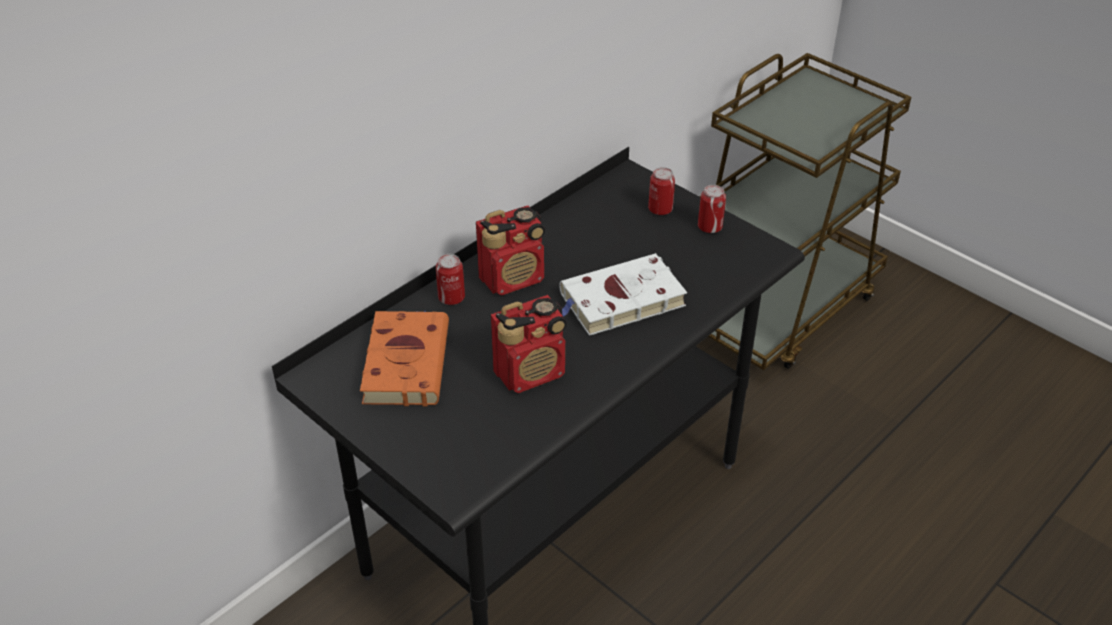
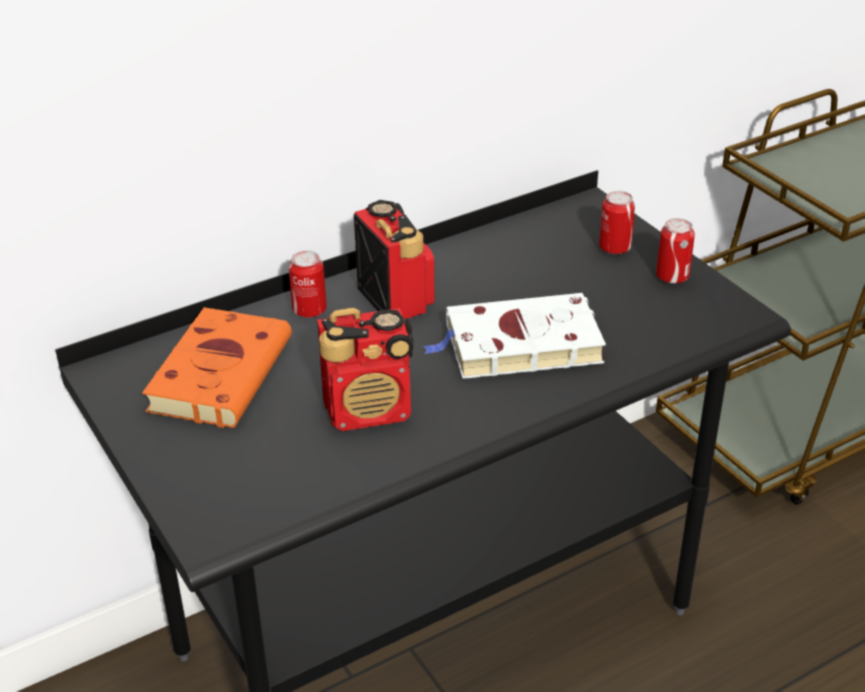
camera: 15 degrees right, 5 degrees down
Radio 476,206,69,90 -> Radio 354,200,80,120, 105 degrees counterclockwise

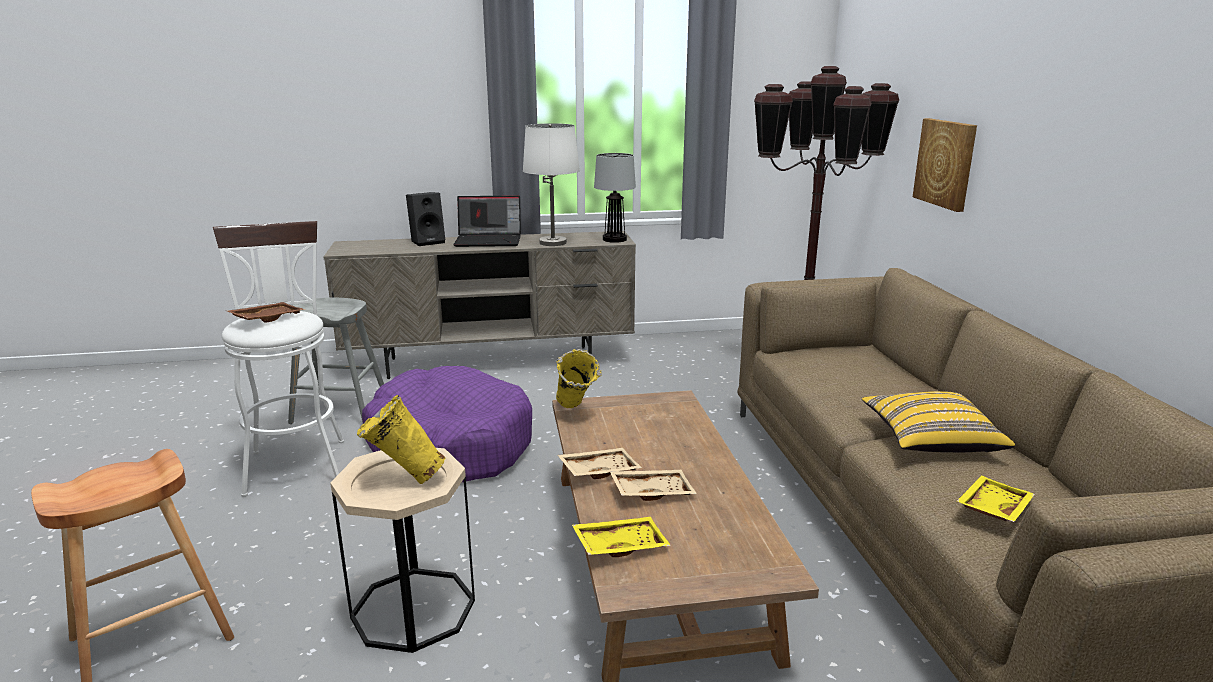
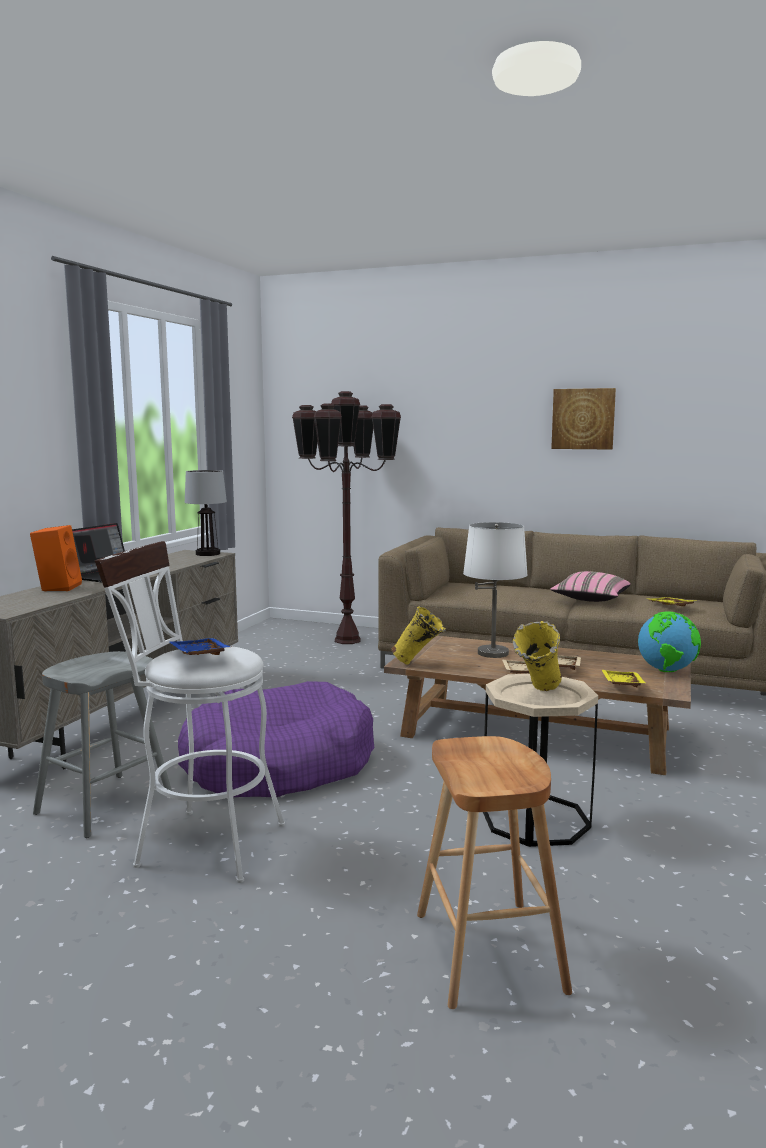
camera: 60 degrees left, 10 degrees down
Bild 913,118,64,94 -> Bild 551,388,65,62, moved
Tischlampe [weiß] 523,123,57,123 -> Tischlampe [weiß] 463,522,65,136, moved
Lautsprecher [schwarz] 406,192,39,54 -> Lautsprecher [orange] 30,525,52,66
Tablett [braun] 227,302,78,21 -> Tablett [blau] 170,638,61,17
Kissen [gelb] 862,391,153,61 -> Kissen [rosa] 550,571,81,31
none -> Globus 638,611,63,61

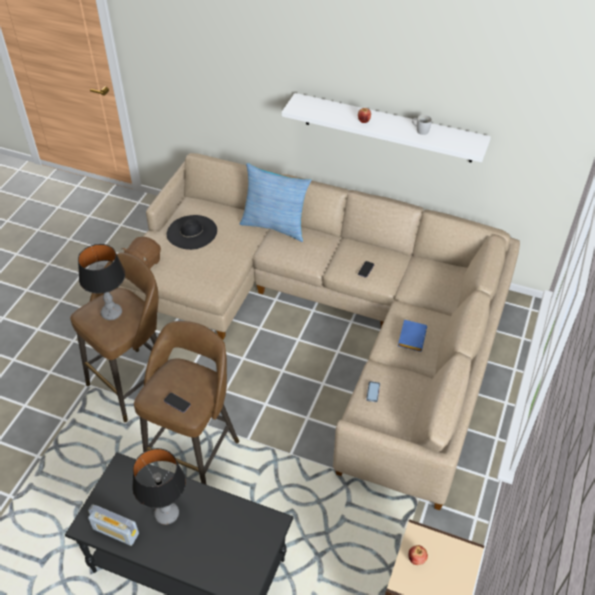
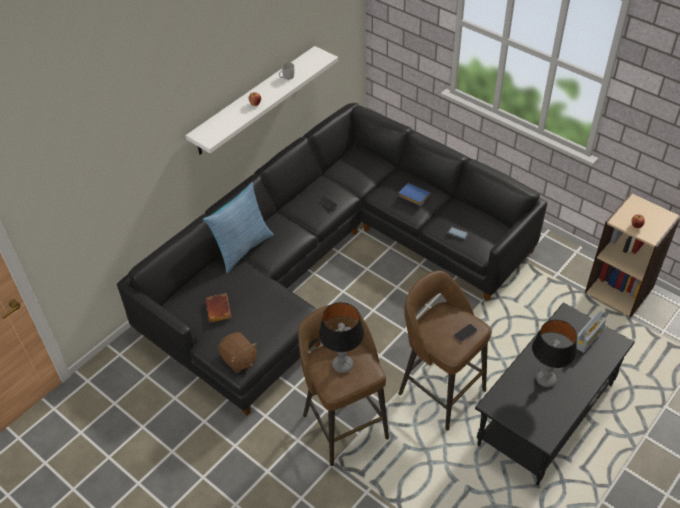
camera: 70 degrees left, 0 degrees up
Sofa [beige] 119,153,401,357 -> Sofa [schwarz] 117,103,431,312
Hut [schwarz] 167,215,50,35 -> Buch [braun] 205,293,26,30
Radio 88,504,51,42 -> Radio 576,311,30,42, moved

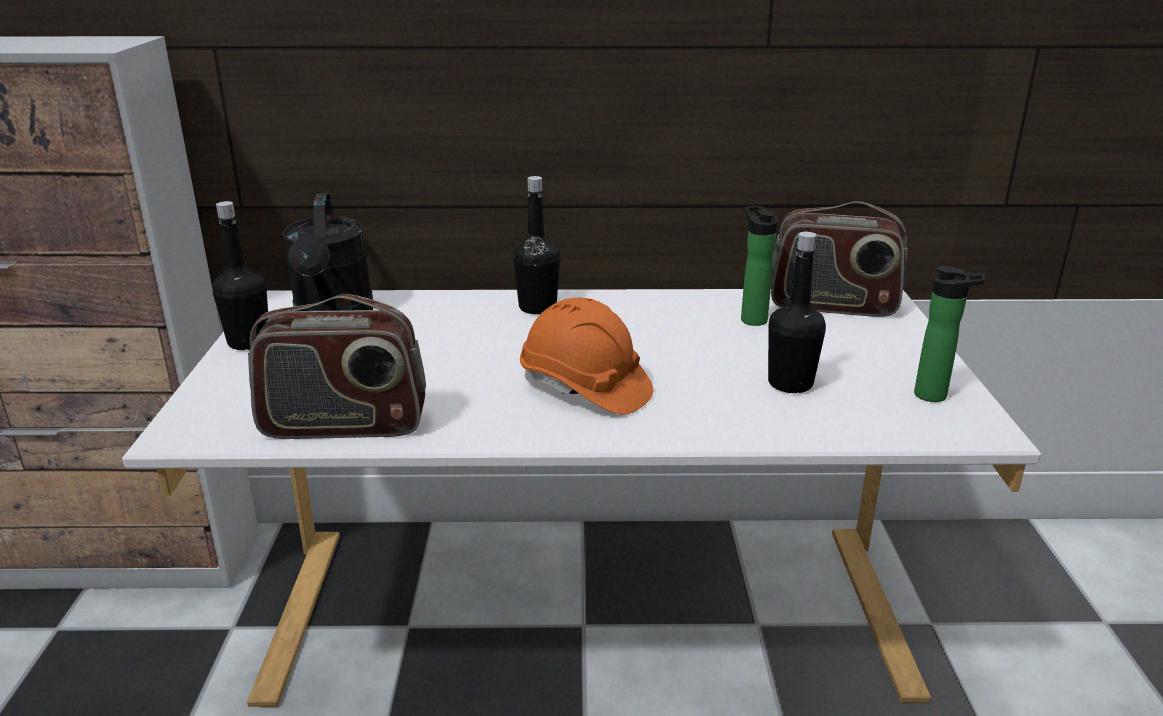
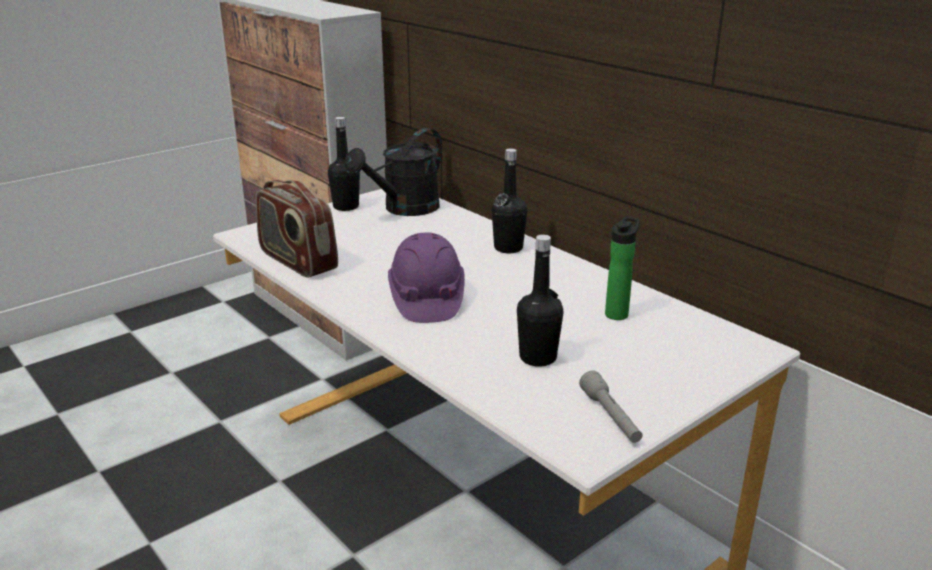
camera: 50 degrees right, 0 degrees up
Radio 771,201,136,116 -> none
Flasche 914,266,71,136 -> Taschenlampe [grau] 579,370,63,73
Schutzhelm [orange] 520,298,133,117 -> Schutzhelm [lila] 388,233,77,90

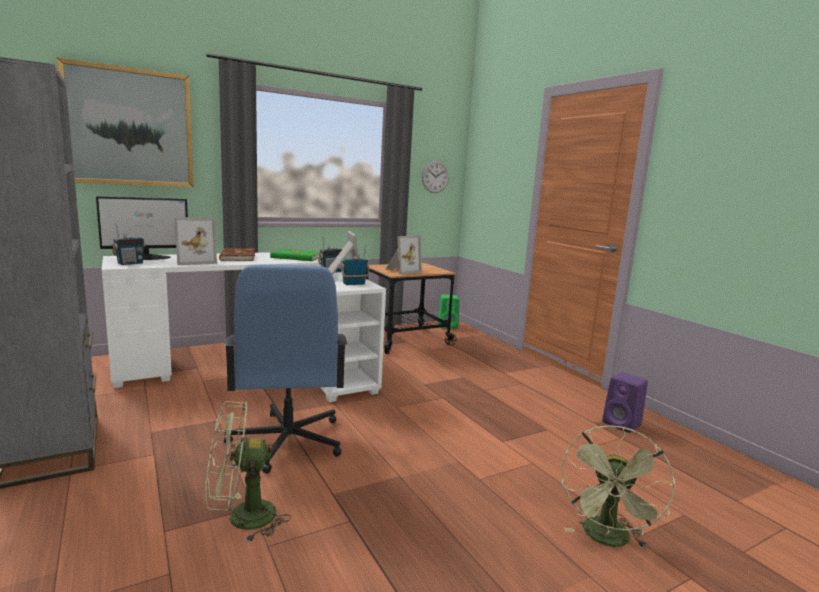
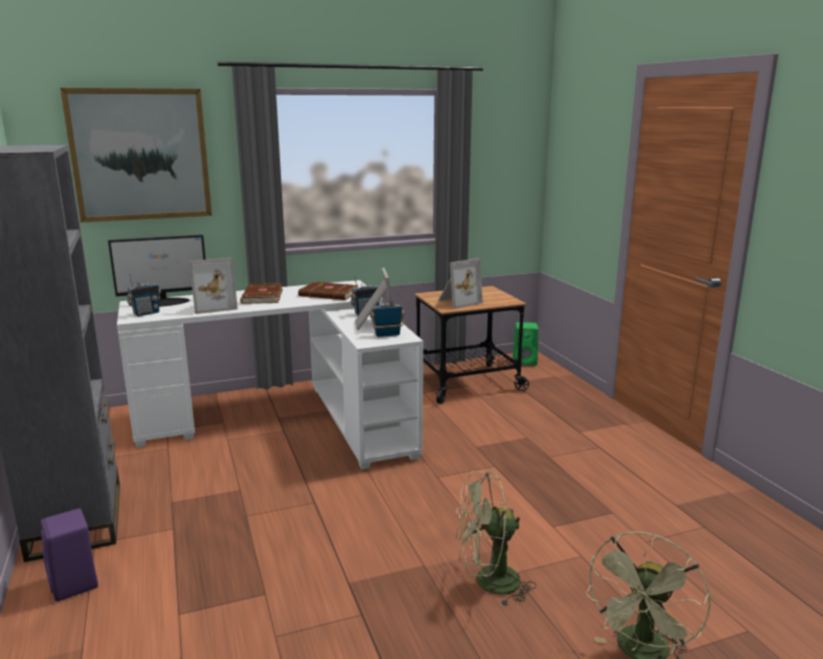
camera: 10 degrees right, 5 degrees up
Wanduhr 422,160,27,33 -> none
Buch [grün] 270,248,50,13 -> Buch [braun] 298,282,61,18
Bürostuhl [blau] 224,264,123,210 -> none
Lautsprecher [lila] 602,372,46,61 -> Lautsprecher [lila] 41,508,57,94, moved
Ventilator [grün] 205,401,86,142 -> Ventilator [grün] 456,471,80,135, moved

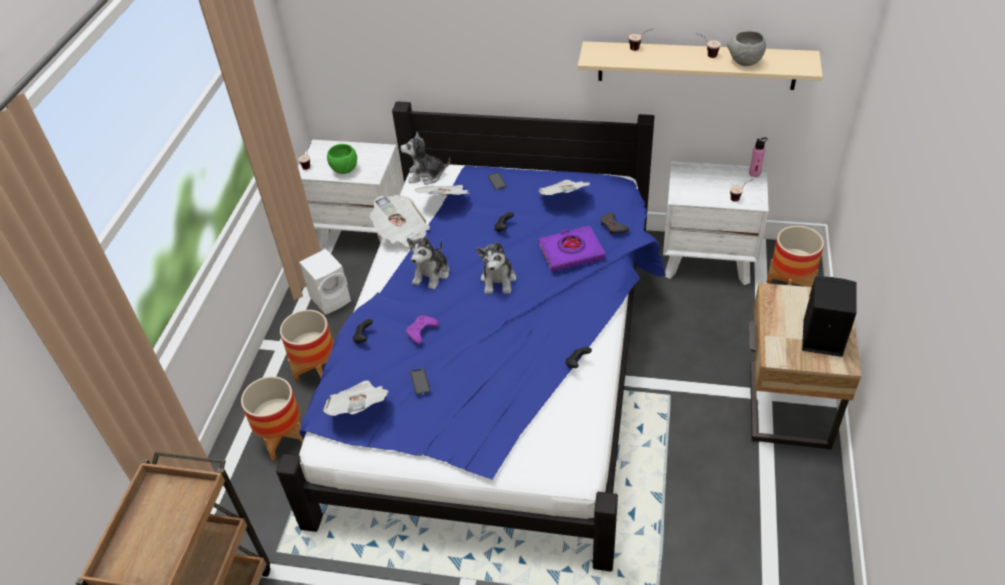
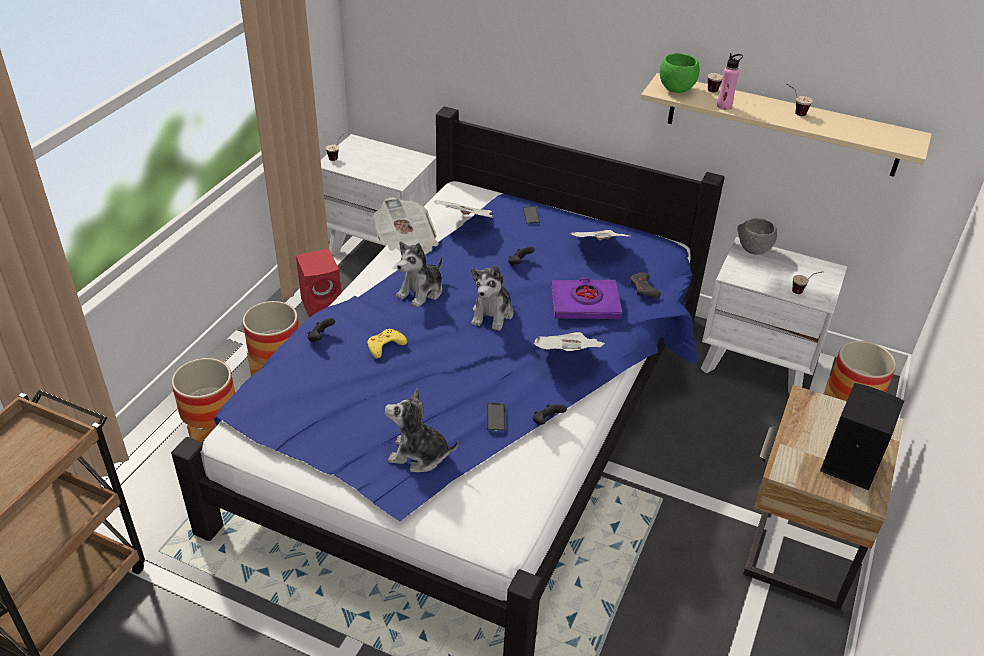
camera: 10 degrees right, 5 degrees down
Schüssel [grau] 727,30,39,36 -> Schüssel [grau] 737,218,40,37, moved
Plüschtier 400,132,50,53 -> Plüschtier 385,389,74,83, moved
Flasche [rosa] 749,138,18,39 -> Flasche [rosa] 717,53,26,57, moved
Schüssel [grün] 327,144,30,30 -> Schüssel [grün] 660,53,40,40, moved
Lautsprecher [weiß] 299,249,52,66 -> Lautsprecher [rot] 296,249,46,69
Gamepad [lila] 406,316,33,29 -> Gamepad [gelb] 367,329,40,30
Handy 410,368,21,27 -> Handy 487,403,18,29, moved
Zeitung 323,380,66,36 -> Zeitung 534,332,72,19, moved

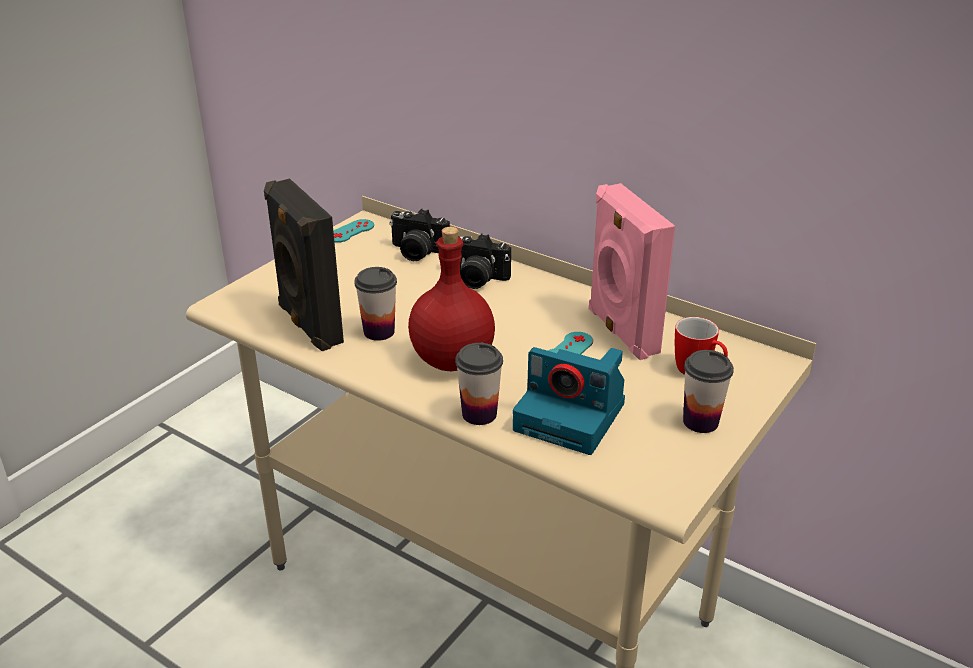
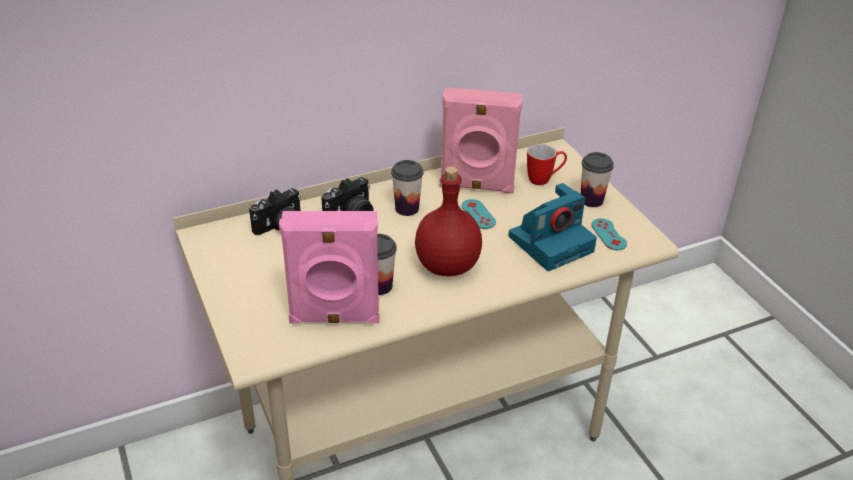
camera: 60 degrees left, 5 degrees up
Lautsprecher [schwarz] 264,178,80,173 -> Lautsprecher [rosa] 279,211,101,112
Gamepad [türkis] 333,219,41,24 -> Gamepad [türkis] 591,218,36,32, moved
Tasse 455,343,48,82 -> Tasse 391,160,33,56, moved

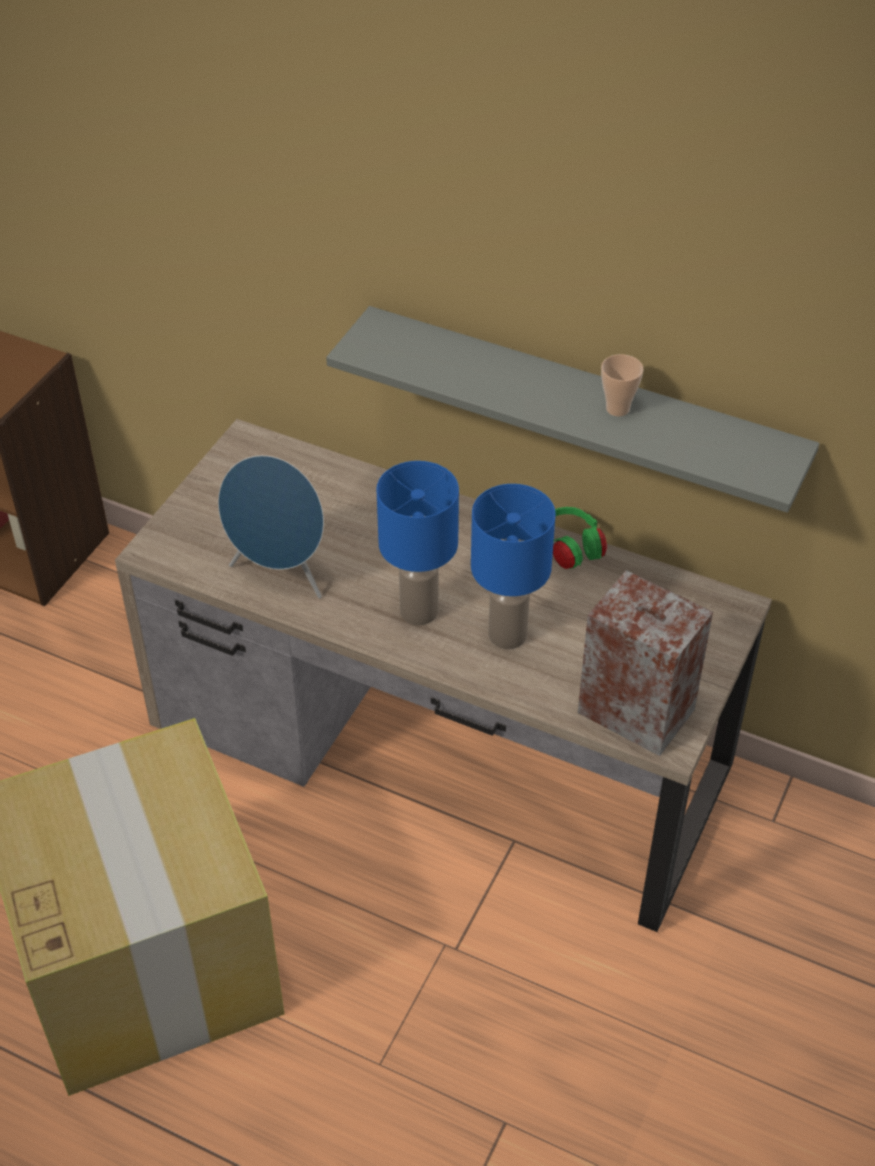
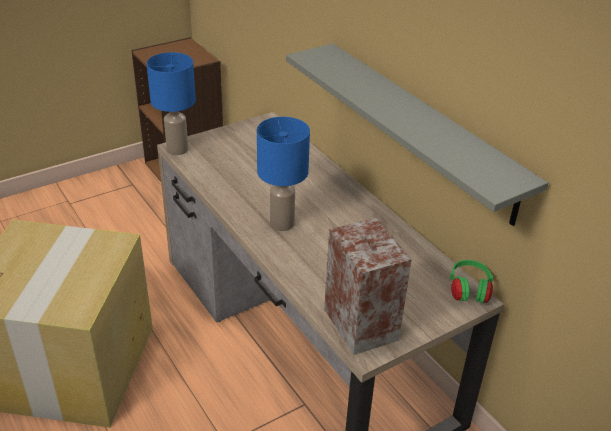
camera: 30 degrees right, 10 degrees down
Tasse 601,354,42,62 -> none
Lautsprecher [blau] 218,455,106,143 -> none
Tischlampe [blau] 471,484,85,165 -> Tischlampe [blau] 146,52,50,103, moved
Kopfhörer [grün] 553,507,54,62 -> Kopfhörer [grün] 450,260,43,43, moved

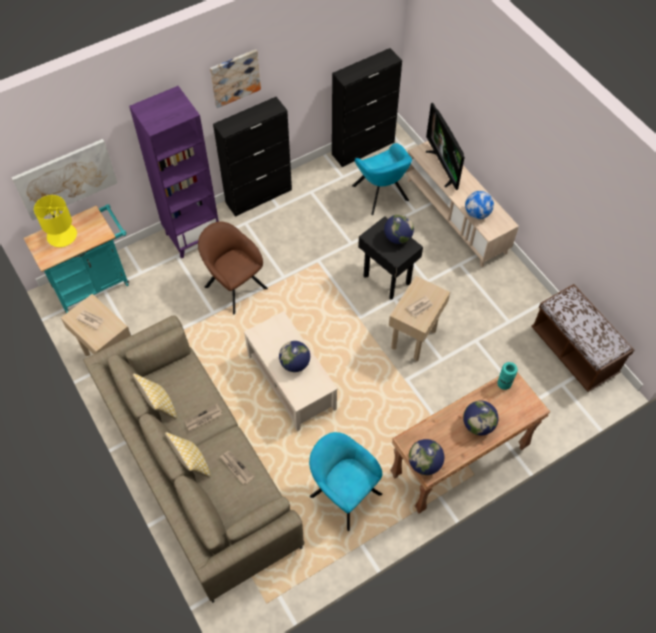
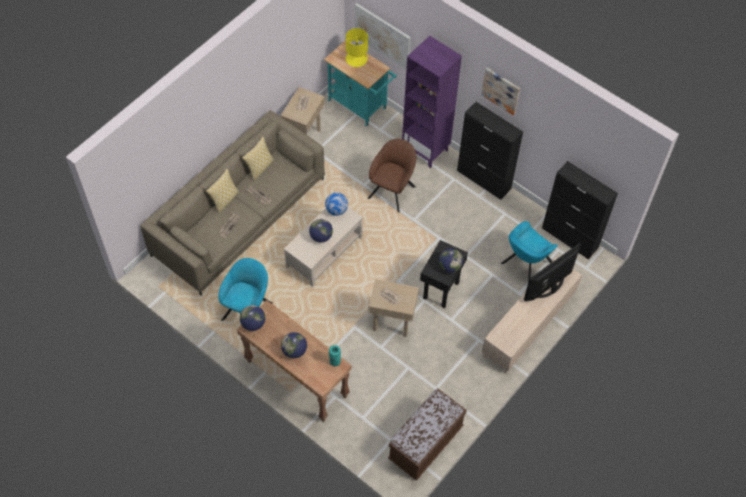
camera: 70 degrees right, 0 degrees up
Globus 465,191,29,28 -> Globus 325,192,23,24, moved

